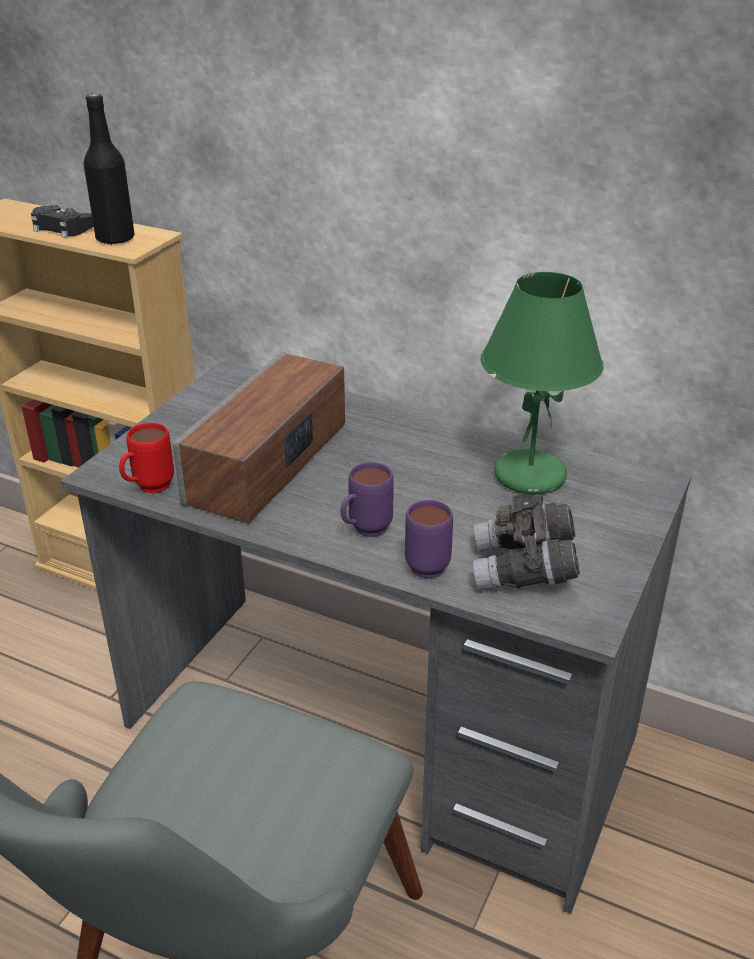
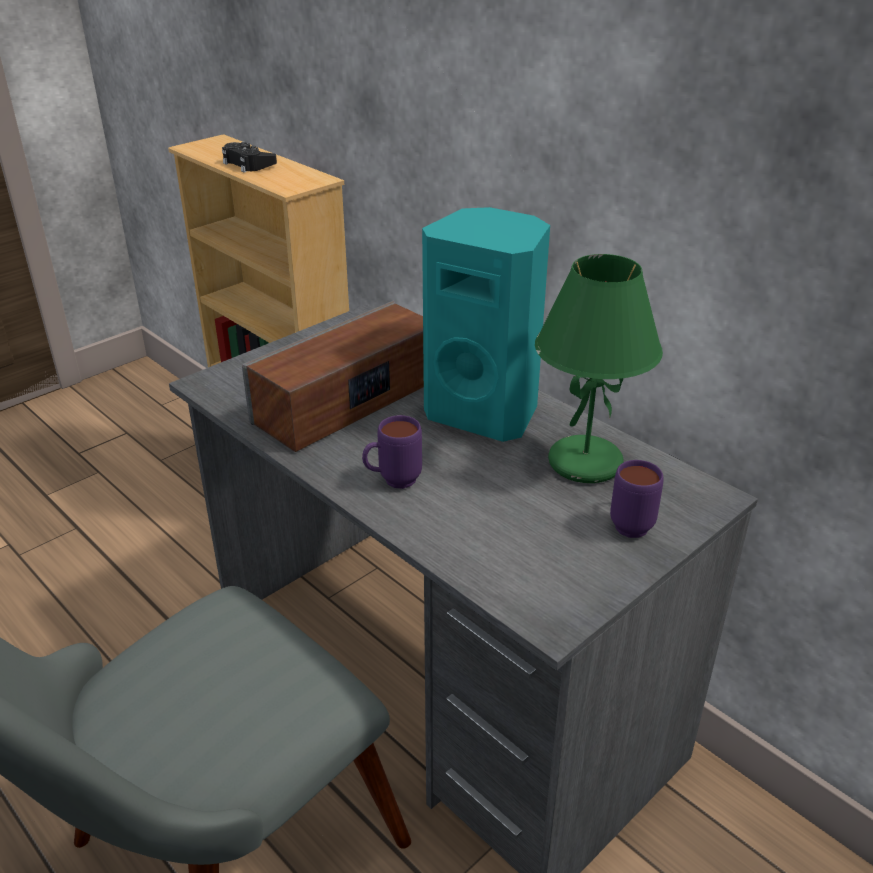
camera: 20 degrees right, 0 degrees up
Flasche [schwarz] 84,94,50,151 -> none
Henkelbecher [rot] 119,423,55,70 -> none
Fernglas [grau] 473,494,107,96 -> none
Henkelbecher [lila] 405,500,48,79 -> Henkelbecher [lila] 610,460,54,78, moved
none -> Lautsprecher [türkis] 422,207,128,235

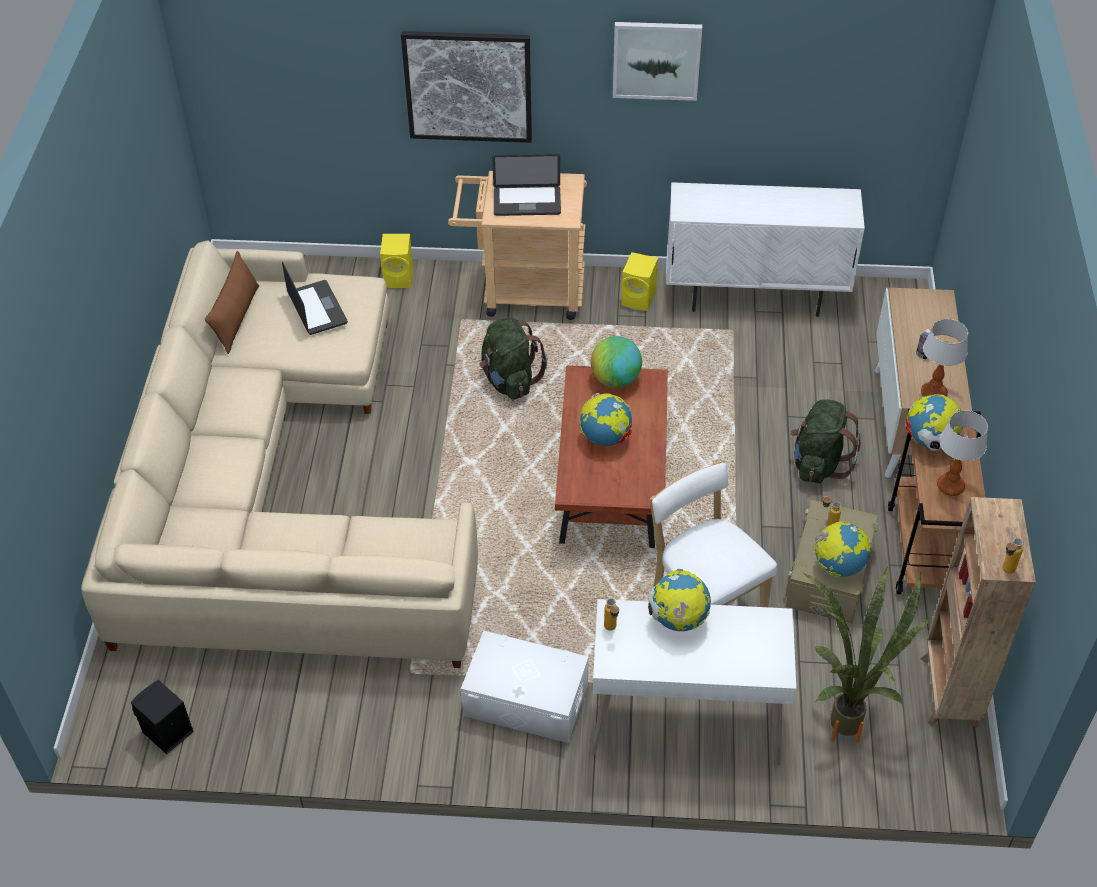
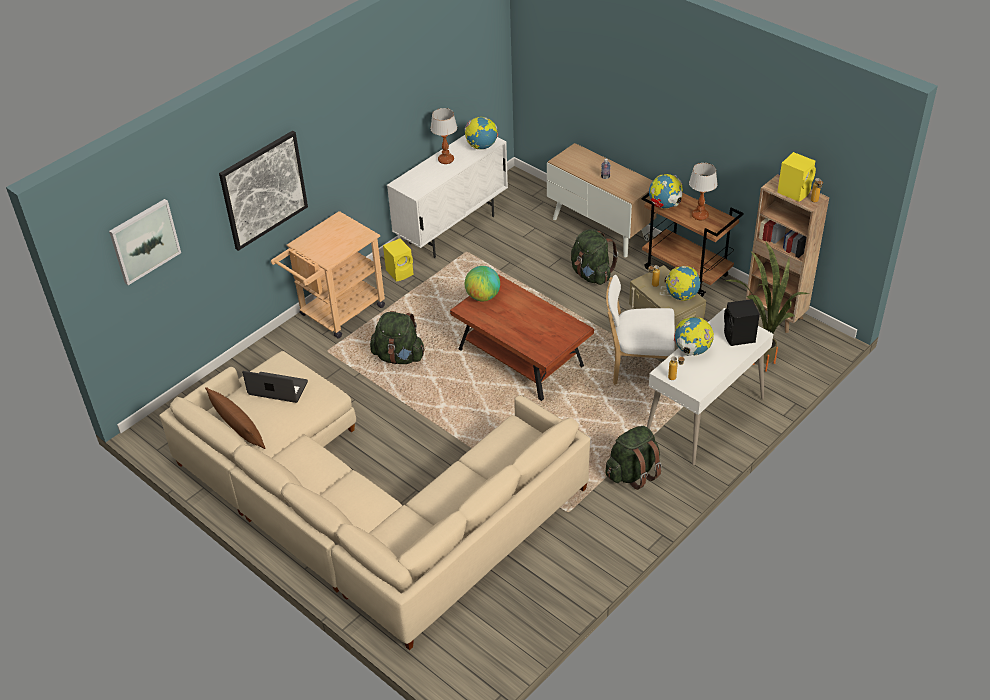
camera: 50 degrees left, 5 degrees down
Bild 613,22,89,79 -> Bild 109,199,72,86, moved
Laptop 492,154,69,62 -> none
Lautsprecher [gelb] 380,234,33,54 -> Lautsprecher [gelb] 777,152,39,50, moved
Tischlampe 921,319,47,78 -> Tischlampe 430,108,27,56, moved
Globus 580,393,52,53 -> Globus 465,117,33,33, moved
Aufbewahrungsbox [weiß] 461,631,128,112 -> Rucksack [grün] 605,426,57,64
Lautsprecher [schwarz] 131,680,63,74 -> Lautsprecher [schwarz] 724,299,36,47, moved

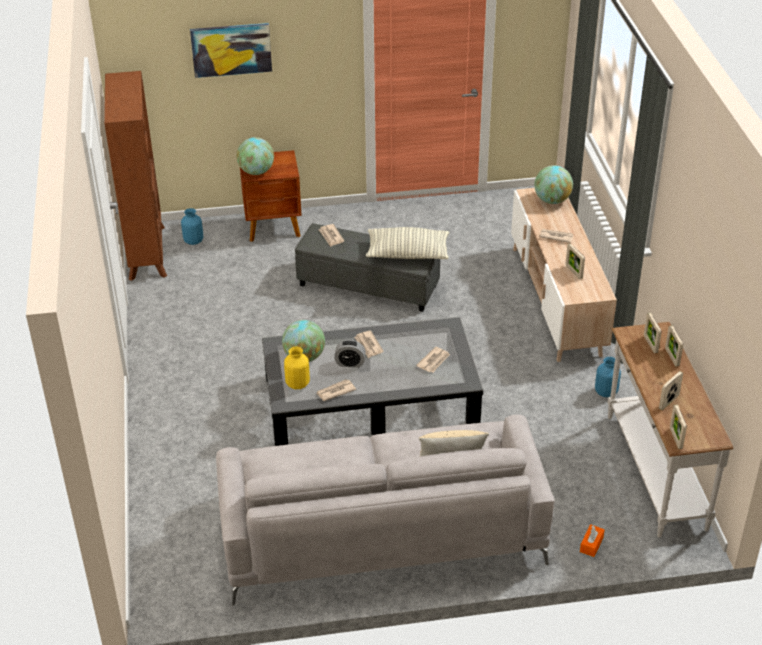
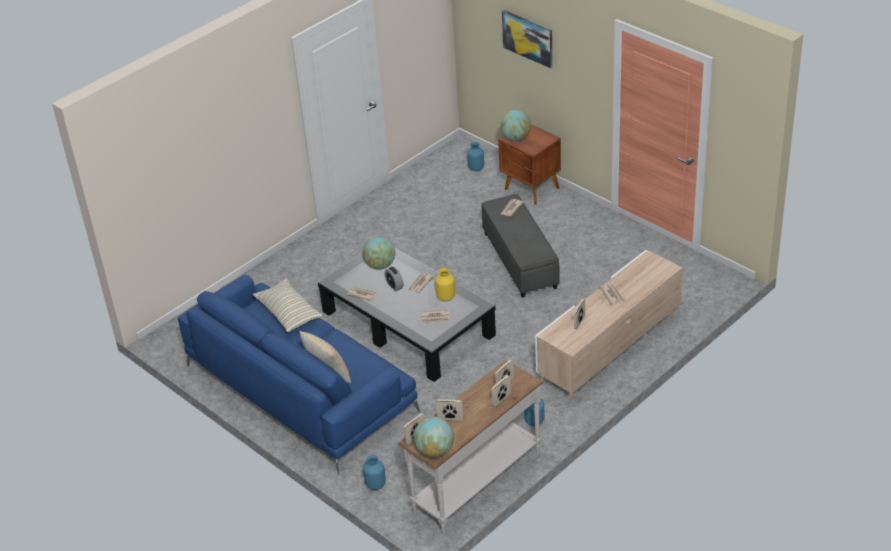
camera: 55 degrees right, 0 degrees up
Bücherregal [braun] 104,71,63,210 -> none
Globus 534,165,39,39 -> Globus 414,417,40,40, moved
Kissen 366,227,84,32 -> Kissen 253,279,70,53, moved
Vase [gelb] 284,347,26,42 -> Vase [gelb] 435,268,20,33, moved
Sofa [grau] 216,415,339,191 -> Sofa [blau] 178,275,242,199
Taschentuchbox [orange] 580,524,25,33 -> Vase [blau] 363,455,23,35

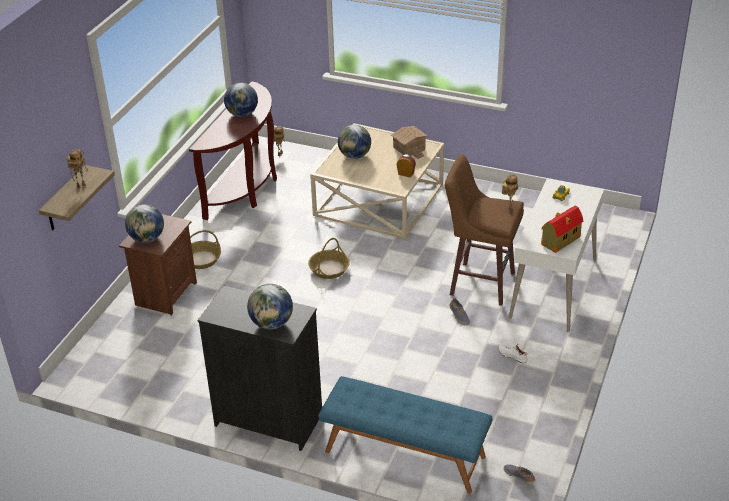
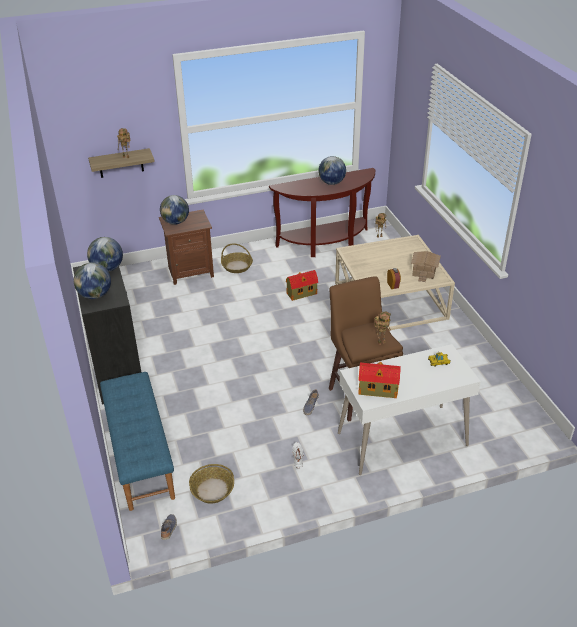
camera: 50 degrees right, 0 degrees up
Globus 338,125,33,34 -> Globus 87,237,36,35, moved
Korb 308,238,42,41 -> Korb 189,464,45,40, moved
none -> Spielzeughaus 286,270,32,31

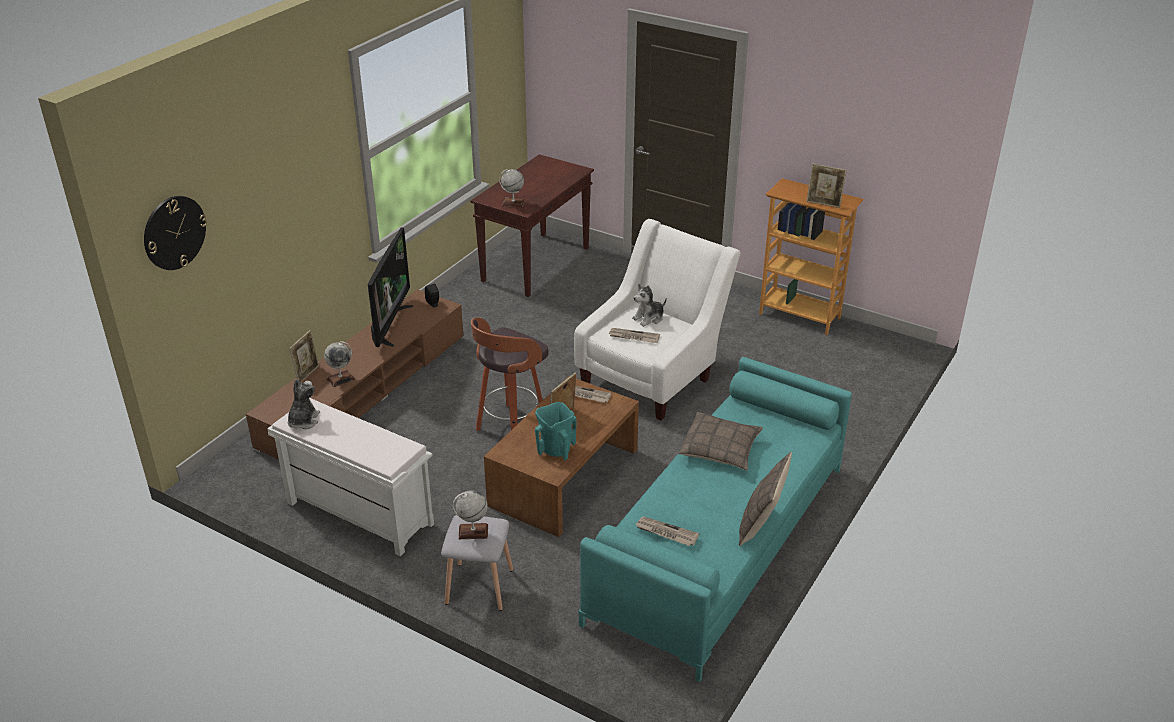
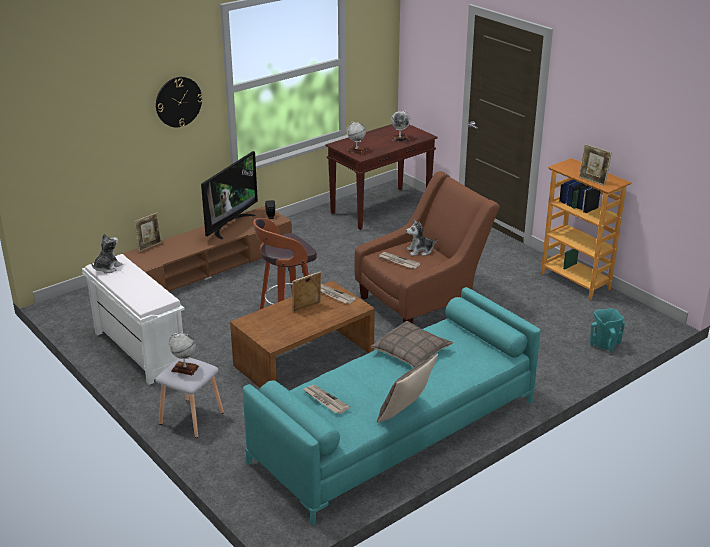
camera: 20 degrees right, 5 degrees down
Wanduhr 144,196,63,74 -> Wanduhr 156,77,47,50, moved
Sessel [weiß] 574,219,167,202 -> Sessel [braun] 354,171,146,152
Globus 324,341,31,46 -> Globus 390,110,21,32, moved
Vase [türkis] 535,402,42,59 -> Vase [türkis] 590,308,35,45, moved

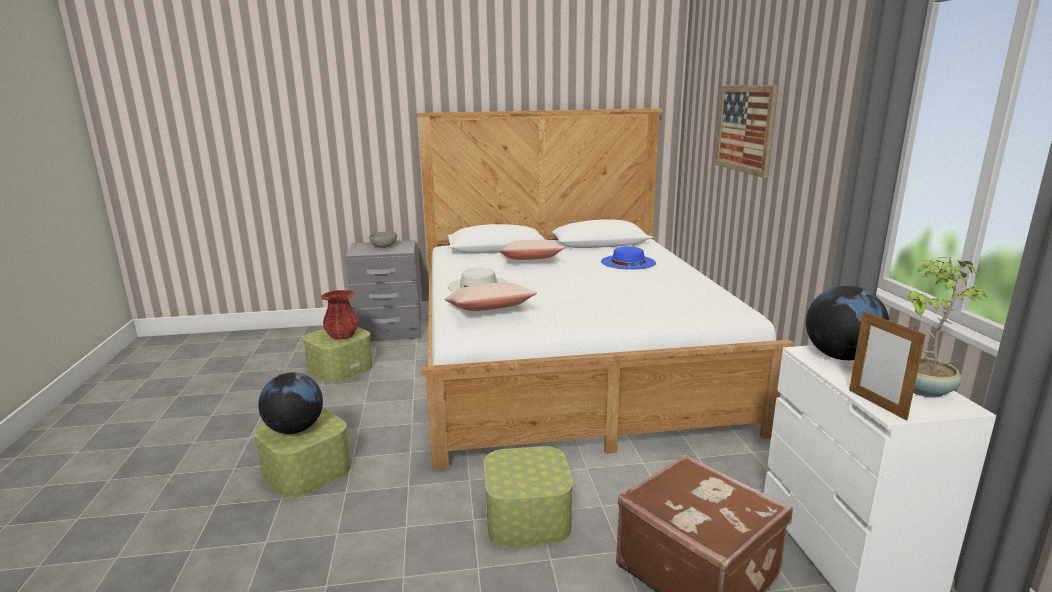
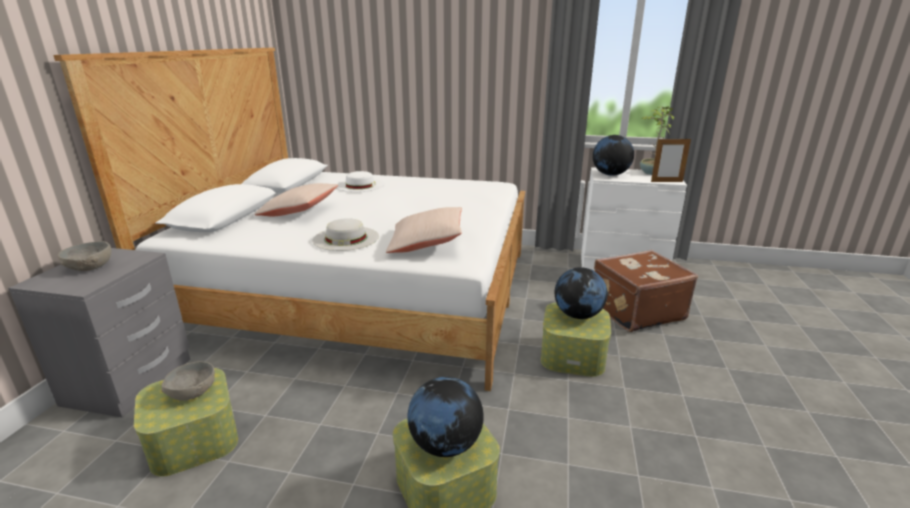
camera: 70 degrees left, 5 degrees up
Bild 715,85,63,93 -> none
Hut [blau] 601,246,55,24 -> Hut [weiß] 337,171,47,21
Vase [rot] 321,290,37,50 -> Schüssel [grau] 161,361,54,40
none -> Globus 555,267,53,52

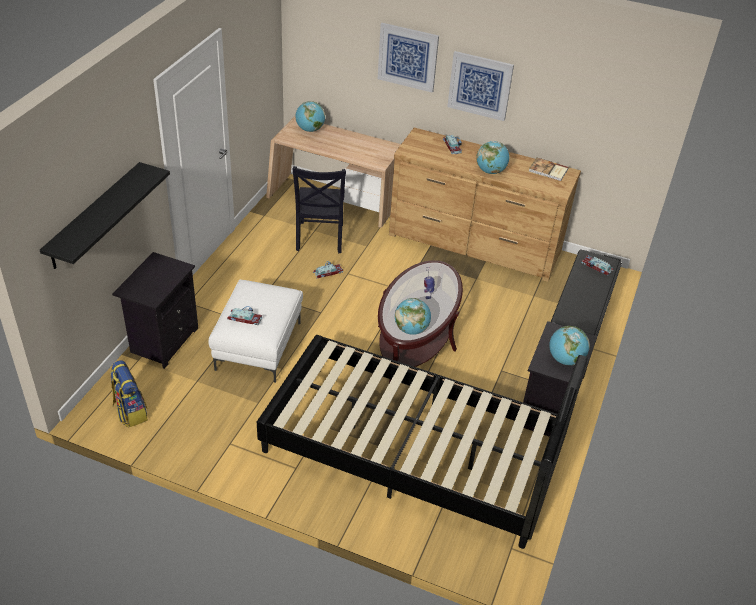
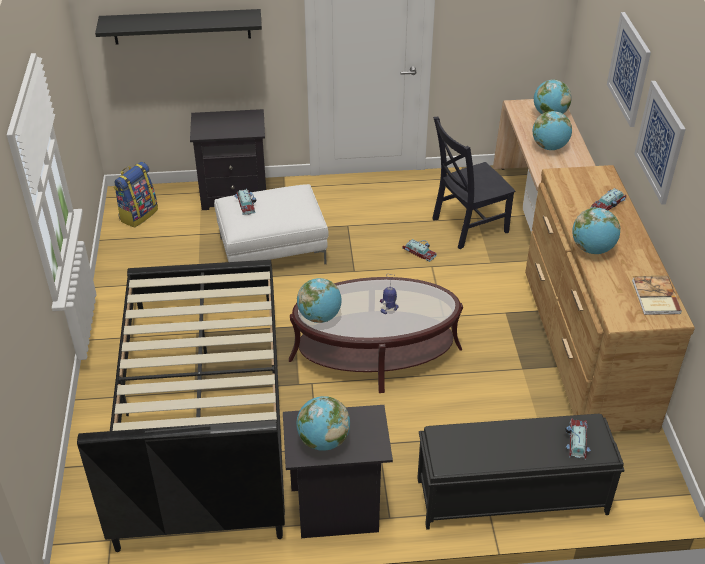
camera: 65 degrees right, 0 degrees up
none -> Globus 533,111,39,39

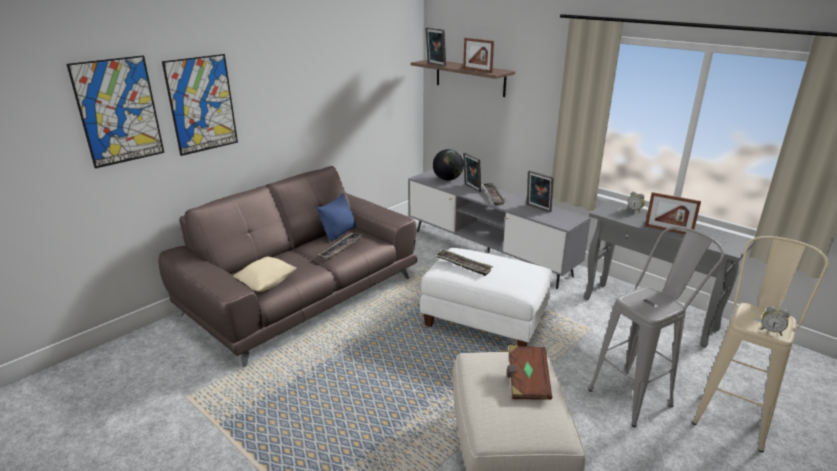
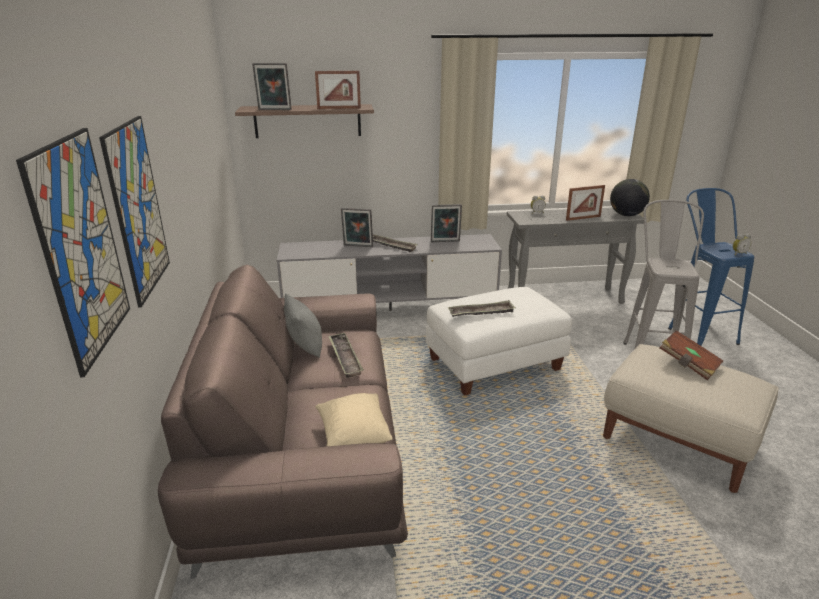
camera: 50 degrees left, 0 degrees up
Globus 433,149,31,32 -> Globus 610,179,40,37, moved
Kissen [blau] 317,193,39,49 -> Kissen [grau] 284,293,38,65
Hocker [beige] 692,236,136,216 -> Hocker [blau] 668,188,86,158

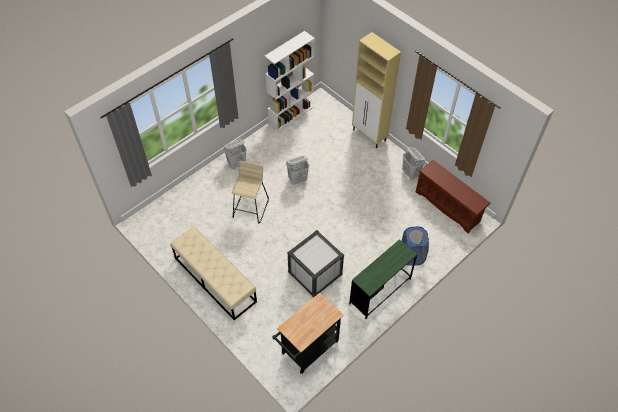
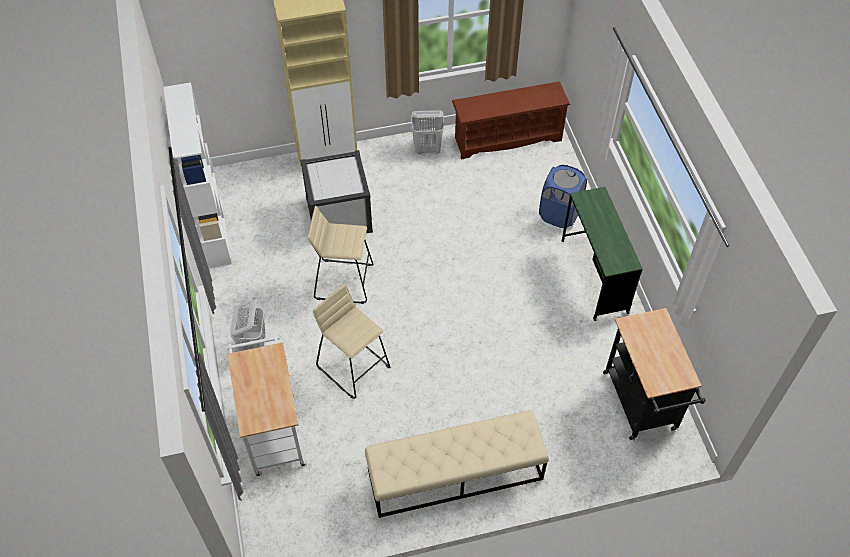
camera: 60 degrees left, 0 degrees up
Wäschekorb [weiß] 286,155,23,30 -> Hocker [beige] 308,206,65,98
Aufbewahrungsbox [weiß] 287,230,57,67 -> Aufbewahrungsbox [weiß] 300,150,73,83, moved
none -> Rollwagen [weiß] 227,334,80,142

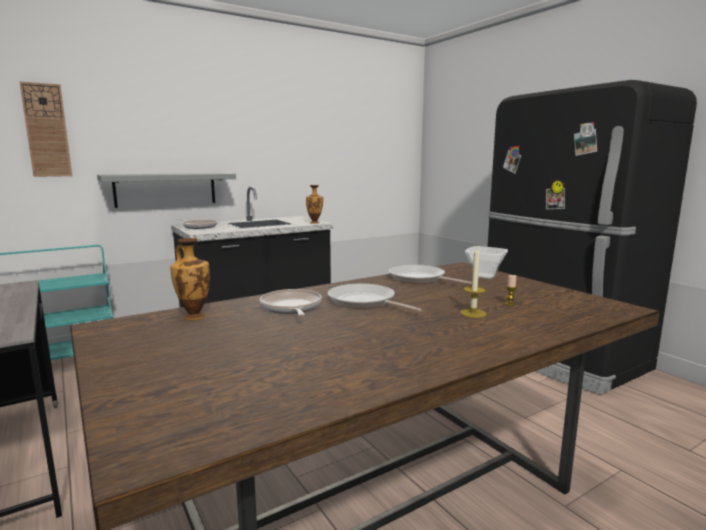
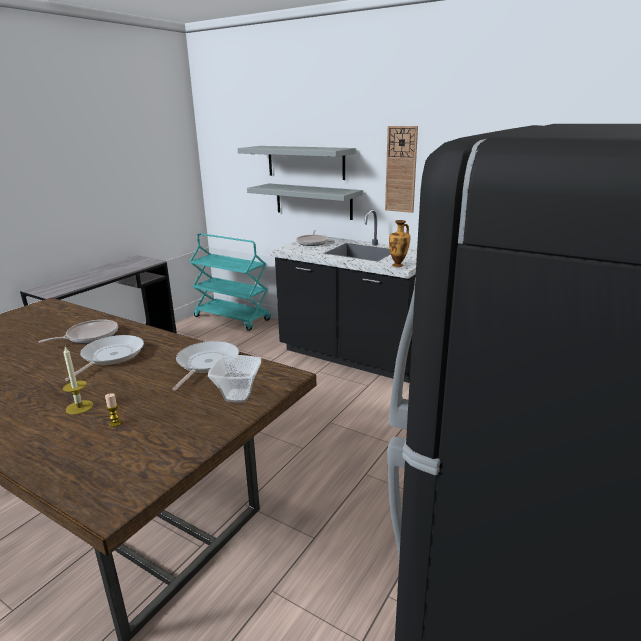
camera: 65 degrees right, 10 degrees up
Wanduhr 19,81,53,96 -> Wanduhr 385,126,33,87, moved
Vase 170,238,40,82 -> none
none -> Wandregal [grau] 238,146,118,34

